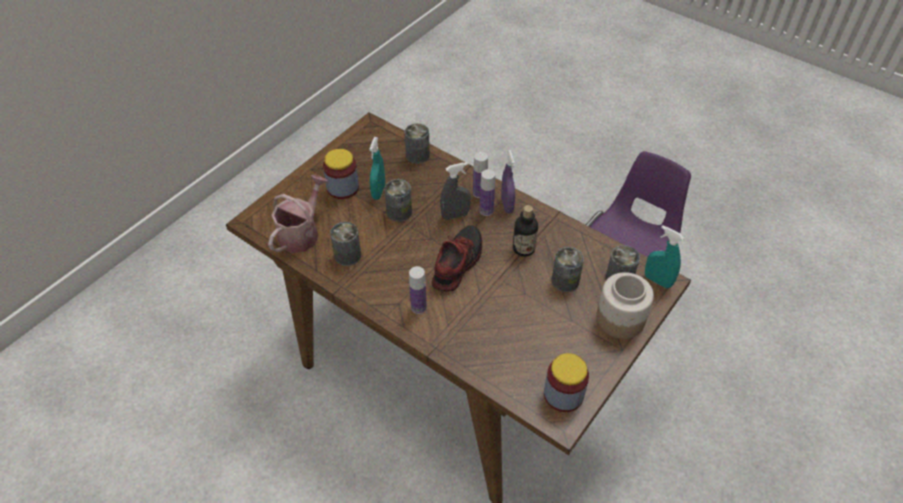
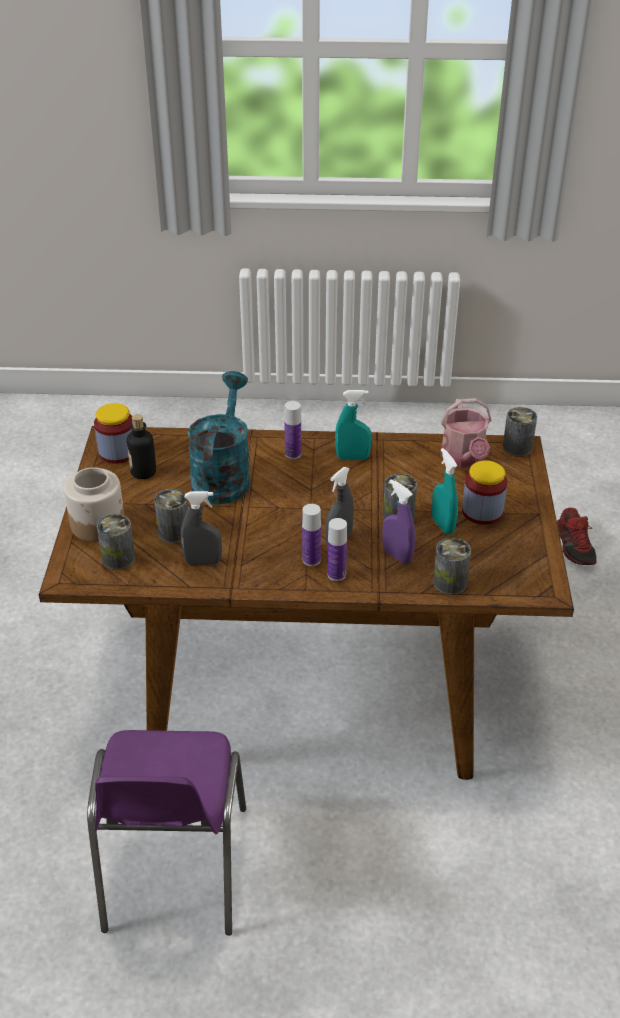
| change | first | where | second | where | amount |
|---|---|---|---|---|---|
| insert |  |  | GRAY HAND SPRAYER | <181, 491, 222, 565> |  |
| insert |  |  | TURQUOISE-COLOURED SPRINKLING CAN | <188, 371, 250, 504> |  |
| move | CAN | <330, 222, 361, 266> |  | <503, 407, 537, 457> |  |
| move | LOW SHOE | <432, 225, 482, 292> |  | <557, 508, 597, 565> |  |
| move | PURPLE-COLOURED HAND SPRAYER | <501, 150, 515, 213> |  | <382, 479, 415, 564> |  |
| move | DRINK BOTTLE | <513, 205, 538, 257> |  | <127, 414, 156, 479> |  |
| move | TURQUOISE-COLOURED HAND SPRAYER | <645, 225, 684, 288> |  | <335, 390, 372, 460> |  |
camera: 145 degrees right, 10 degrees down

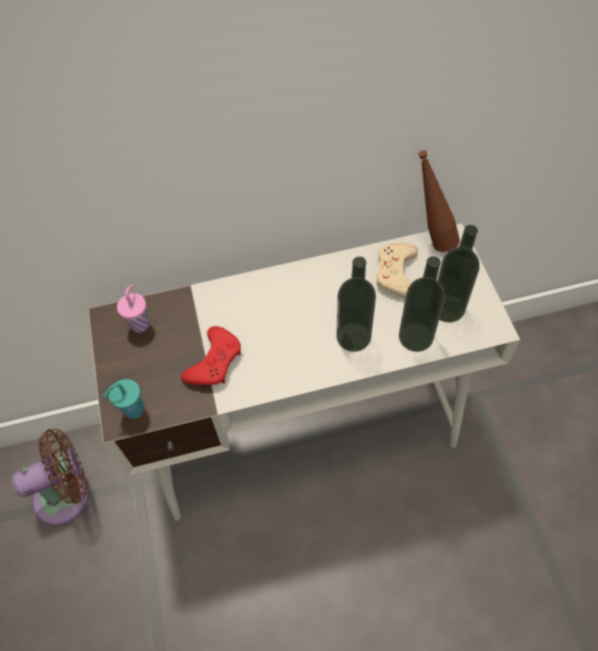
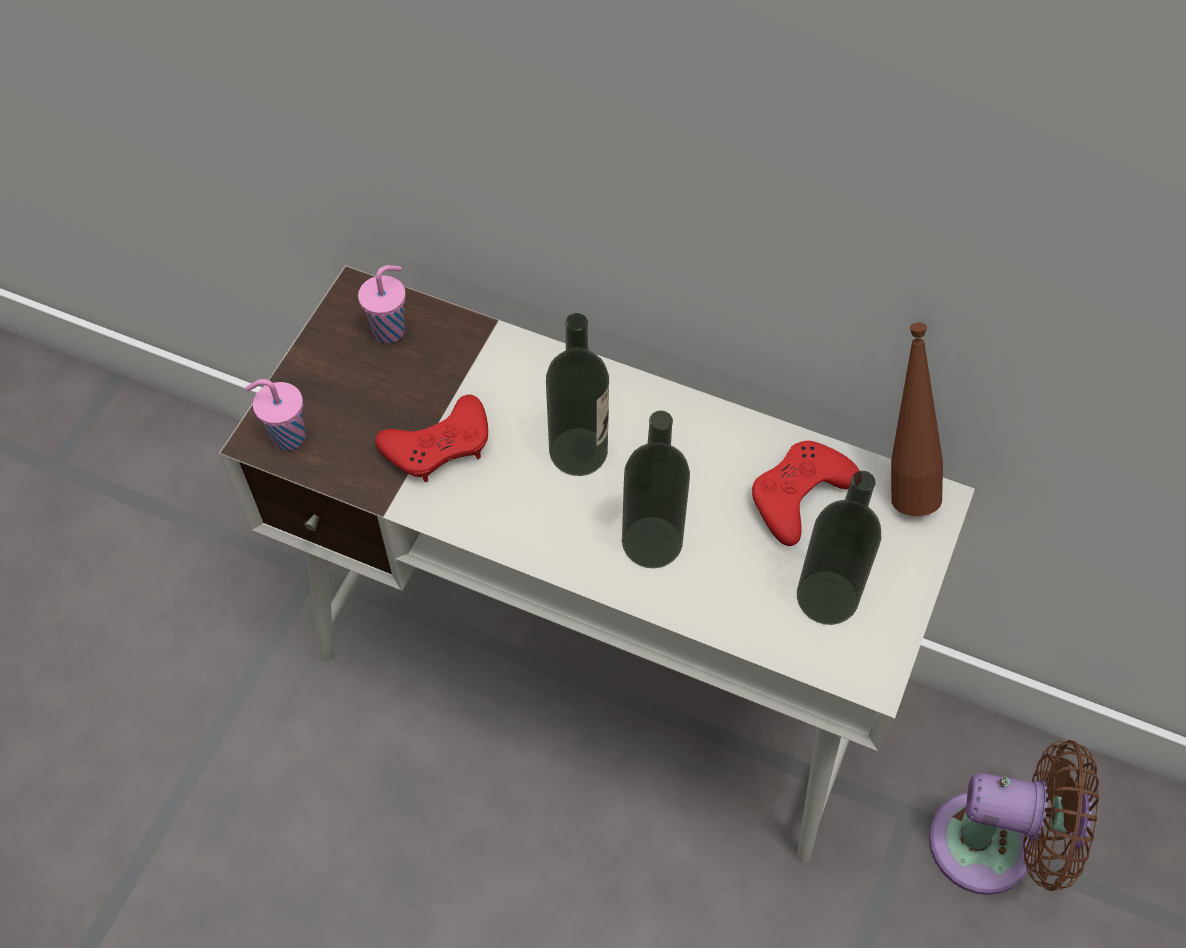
| change | first | where | second | where | amount |
|---|---|---|---|---|---|
| move | BROWN FAN | <12, 429, 89, 525> |  | <929, 740, 1099, 895> |  |
| move | DRINK BOTTLE | <399, 256, 445, 352> |  | <546, 313, 609, 476> |  |
| recolor | TURQUOISE-COLOURED DRINKING CUP | <103, 379, 144, 419> | PINK DRINKING CUP | <245, 379, 306, 451> |  |
| recolor | BEIGE GAME CONTROLLER | <377, 243, 418, 298> | RED-COLOURED GAME CONTROLLER | <752, 441, 860, 546> |  |
camera: 35 degrees right, 0 degrees up

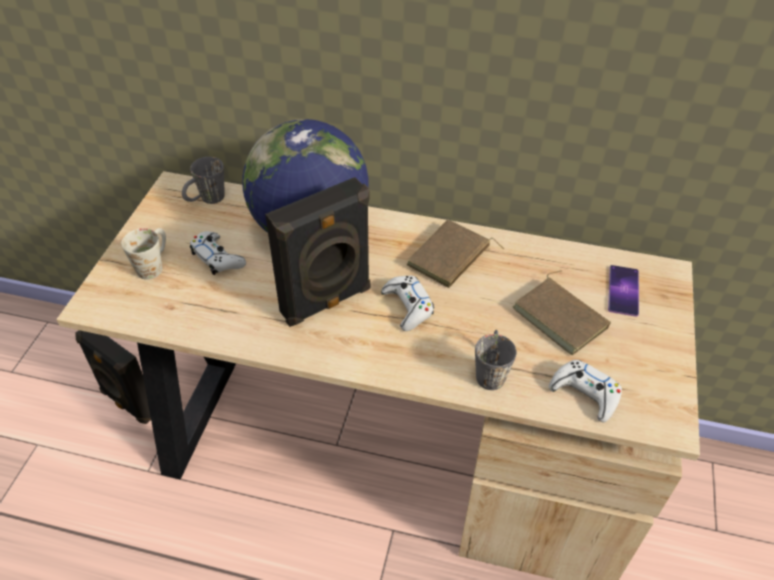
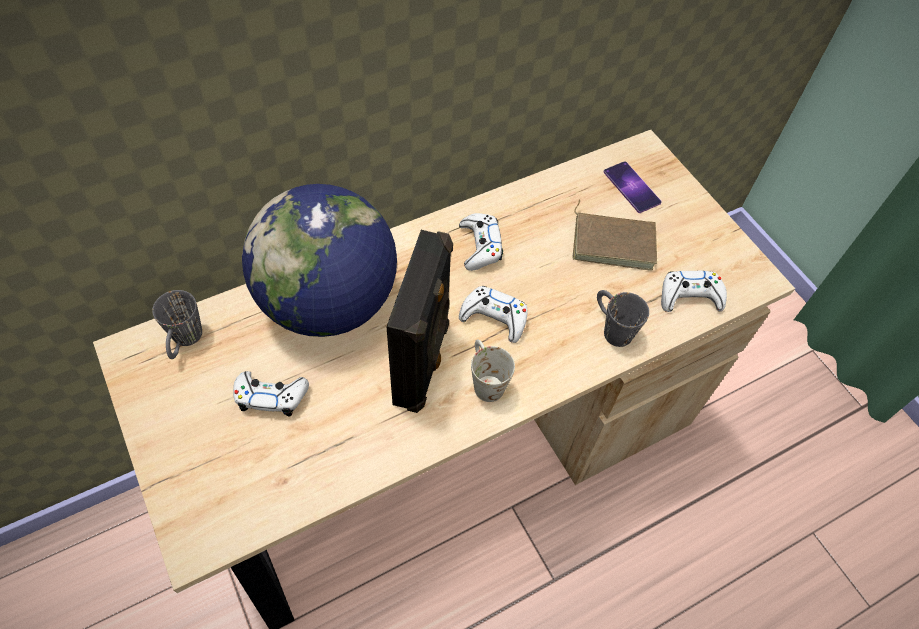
| change | first | where | second | where | amount |
|---|---|---|---|---|---|
| delete | BLACK-COLOURED LOUDSPEAKER | <75, 330, 151, 424> |  |  |  |
| move | WHITE-COLOURED TEA MUG | <121, 228, 166, 280> |  | <471, 339, 515, 402> |  |
| replace | BROWN VOLUME | <407, 220, 504, 288> | WHITE-COLOURED GAME CONTROLLER | <459, 213, 503, 271> |  |
camera: 45 degrees left, 10 degrees up

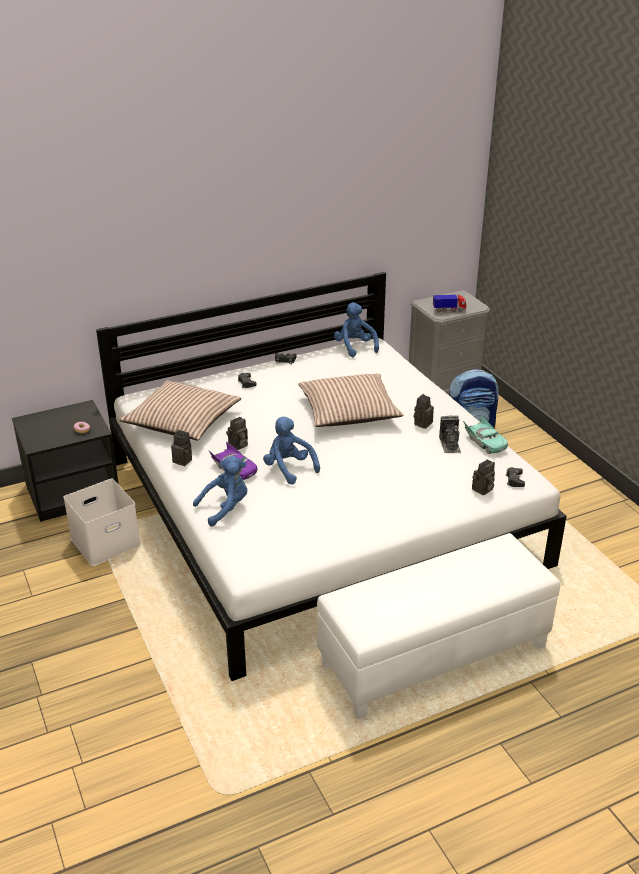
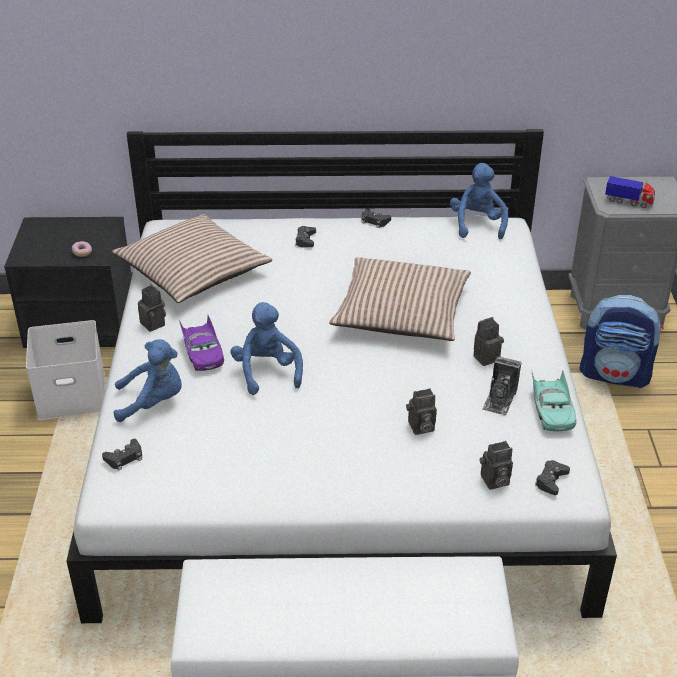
| change | first | where | second | where | amount |
|---|---|---|---|---|---|
| insert |  |  | BLACK-COLOURED GAME CONTROLLER | <102, 439, 142, 471> |  |
| move | PHOTO CAMERA | <226, 417, 248, 450> |  | <406, 388, 437, 435> |  |
camera: 25 degrees right, 5 degrees up

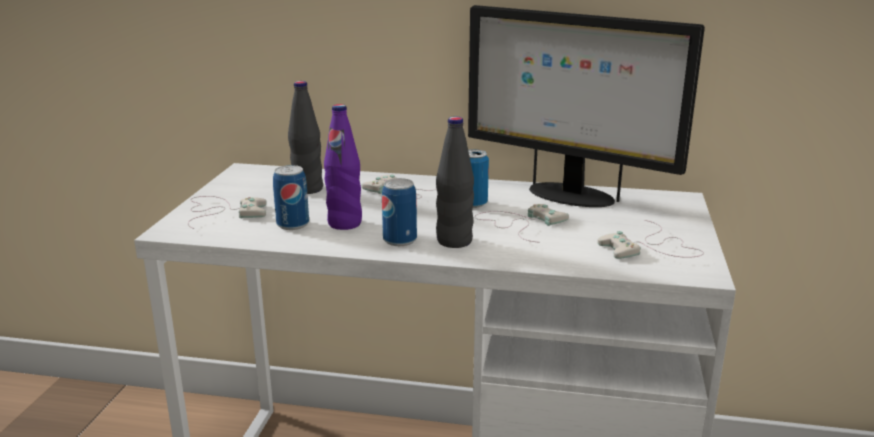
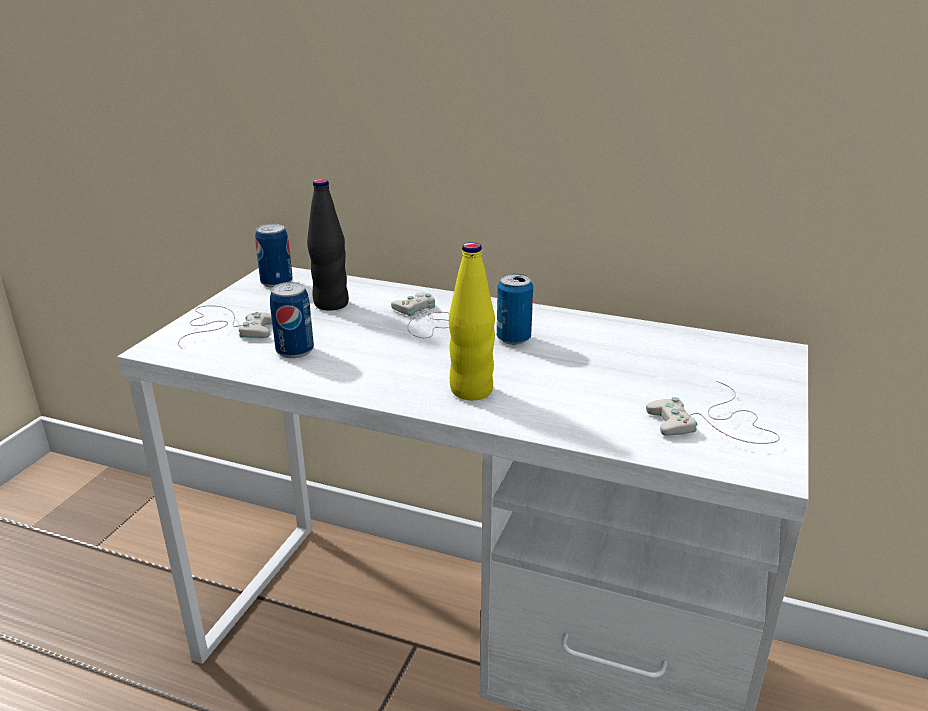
| change | first | where | second | where | amount |
|---|---|---|---|---|---|
| delete | PURPLE-COLOURED DRINK BOTTLE | <324, 104, 362, 230> |  |  |  |
| delete | COMPUTER DISPLAY | <468, 5, 705, 207> |  |  |  |
| delete | WHITE-COLOURED GAME CONTROLLER | <474, 204, 569, 242> |  |  |  |
| move | CAN | <382, 178, 417, 246> |  | <255, 224, 293, 288> |  |
| recolor | BLACK-COLOURED DRINK BOTTLE | <436, 116, 474, 248> | YELLOW DRINK BOTTLE | <449, 242, 495, 400> |  |
camera: 10 degrees right, 5 degrees up

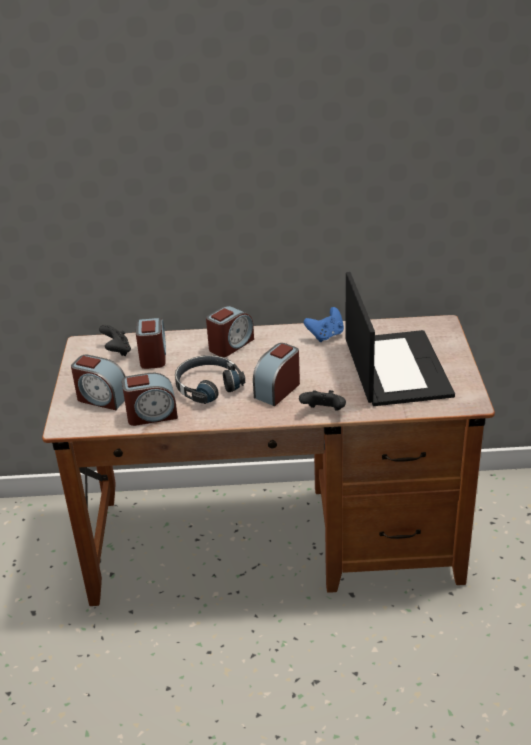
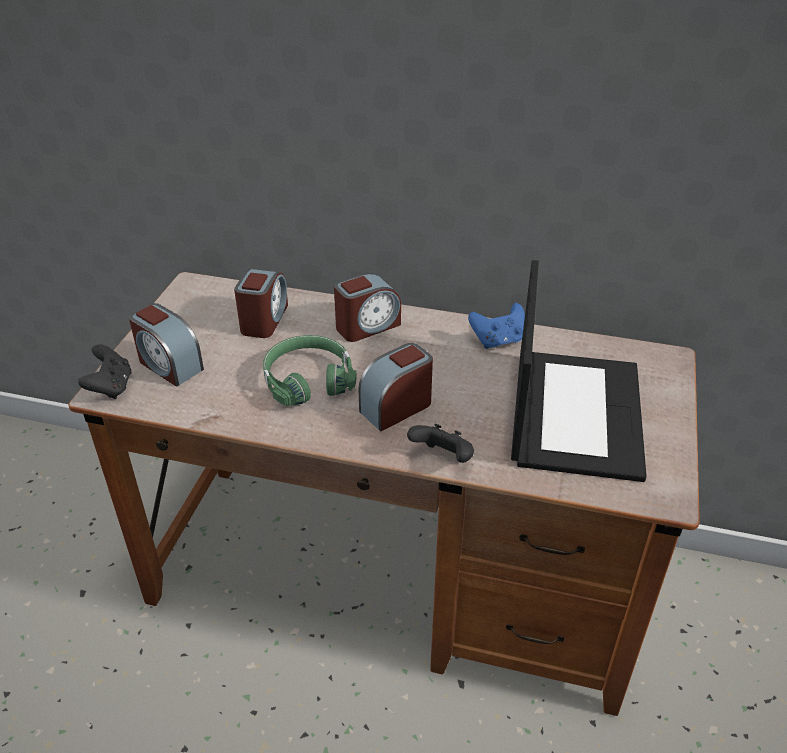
| change | first | where | second | where | amount |
|---|---|---|---|---|---|
| delete | BEDSIDE CLOCK | <122, 373, 178, 426> |  |  |  |
| move | BLACK-COLOURED GAME CONTROLLER | <99, 325, 131, 356> |  | <78, 344, 131, 399> |  |
| recolor | BLACK-COLOURED HEADPHONES | <175, 355, 245, 404> | GREEN HEADPHONES | <263, 335, 357, 406> |  |
camera: 15 degrees right, 5 degrees up

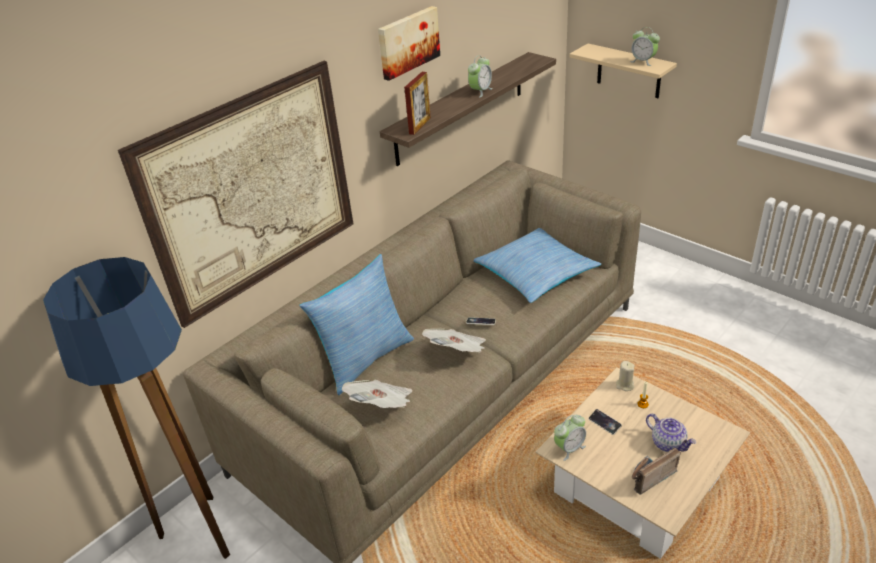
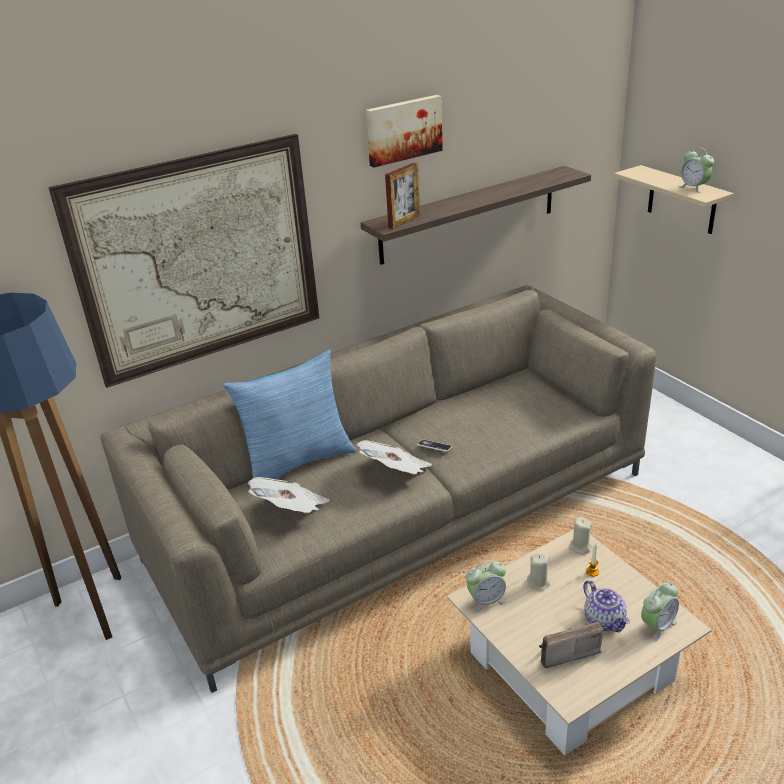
| change | first | where | second | where | amount |
|---|---|---|---|---|---|
| delete | PILLOW | <474, 228, 601, 303> |  |  |  |
| move | BEDSIDE CLOCK | <468, 55, 493, 98> |  | <641, 583, 679, 641> |  |
| replace | TELEPHONE | <588, 409, 622, 435> | BEIGE WAX LIGHT | <527, 553, 550, 590> |  |
camera: 15 degrees right, 5 degrees down

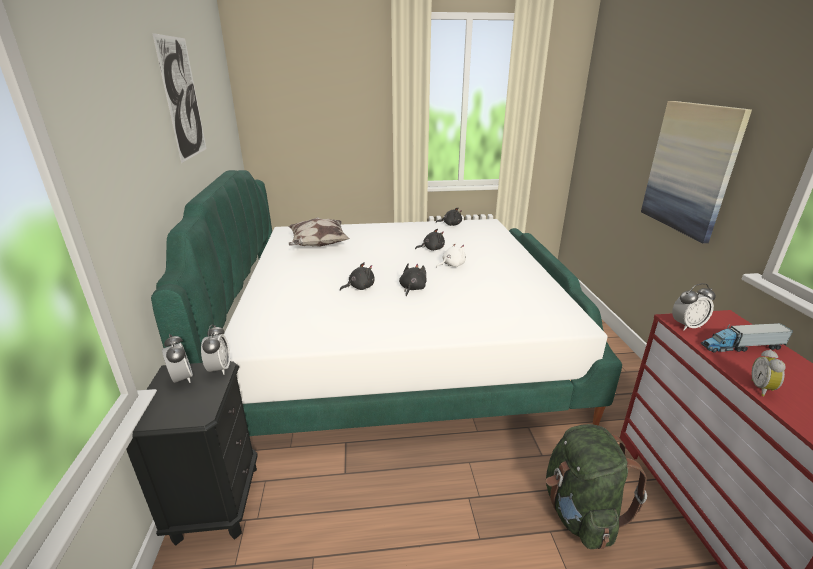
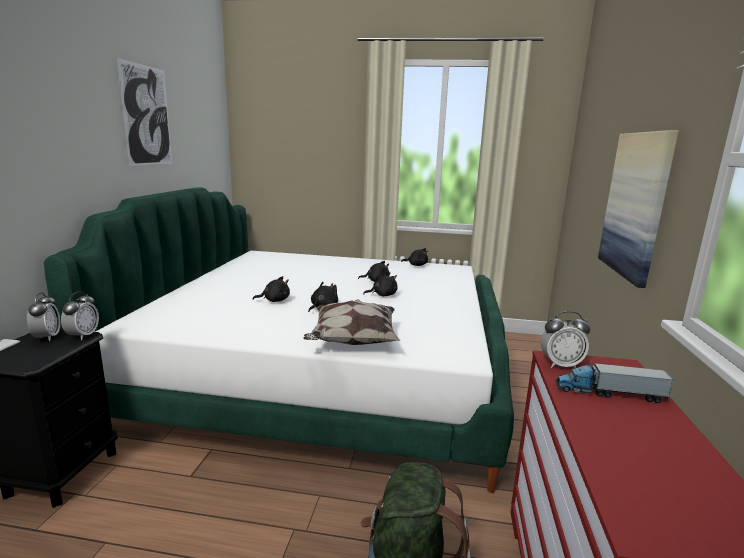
| change | first | where | second | where | amount |
|---|---|---|---|---|---|
| delete | BEDSIDE CLOCK | <751, 350, 786, 396> |  |  |  |
| move | PILLOW | <288, 217, 350, 247> |  | <303, 299, 400, 345> |  |
| recolor | WHITE-COLOURED PLUSH TOY | <436, 242, 466, 267> | BLACK-COLOURED PLUSH TOY | <363, 272, 398, 297> |  |
camera: 15 degrees right, 10 degrees down

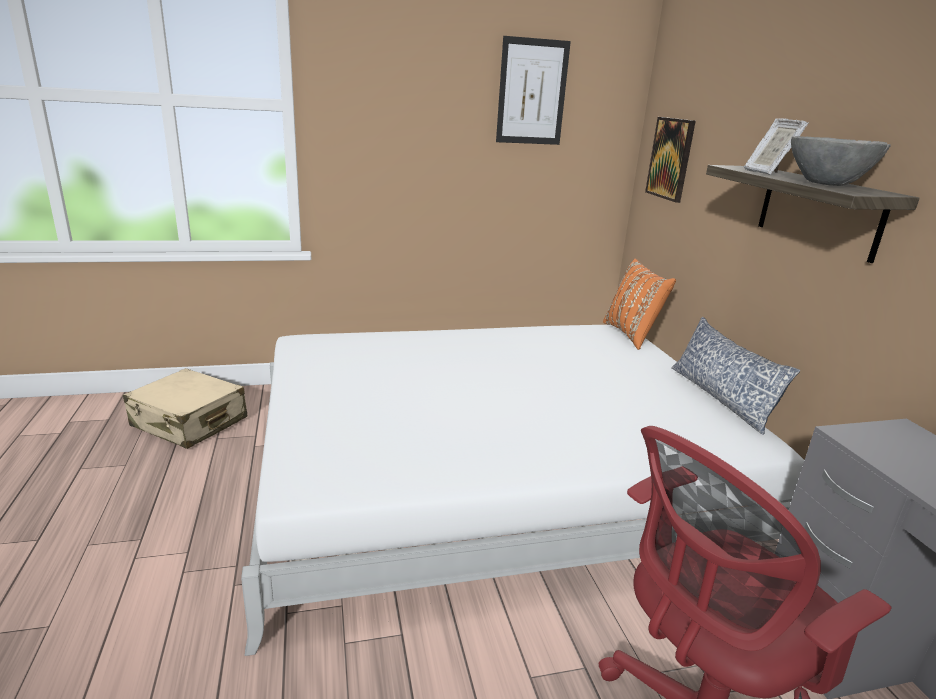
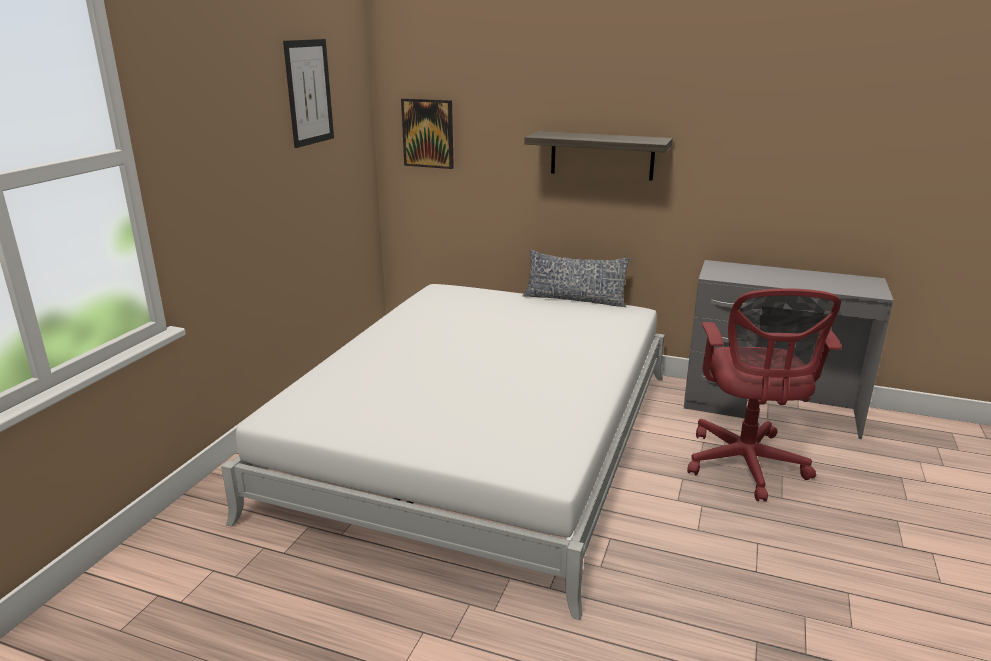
| change | first | where | second | where | amount |
|---|---|---|---|---|---|
| delete | BEIGE PIECE OF LUGGAGE | <123, 368, 248, 449> |  |  |  |
| delete | ORANGE PILLOW | <603, 259, 676, 350> |  |  |  |
| delete | PICTURE FRAME | <744, 118, 808, 174> |  |  |  |
| delete | GRAY BOWL | <791, 136, 891, 186> |  |  |  |
camera: 55 degrees left, 0 degrees up

